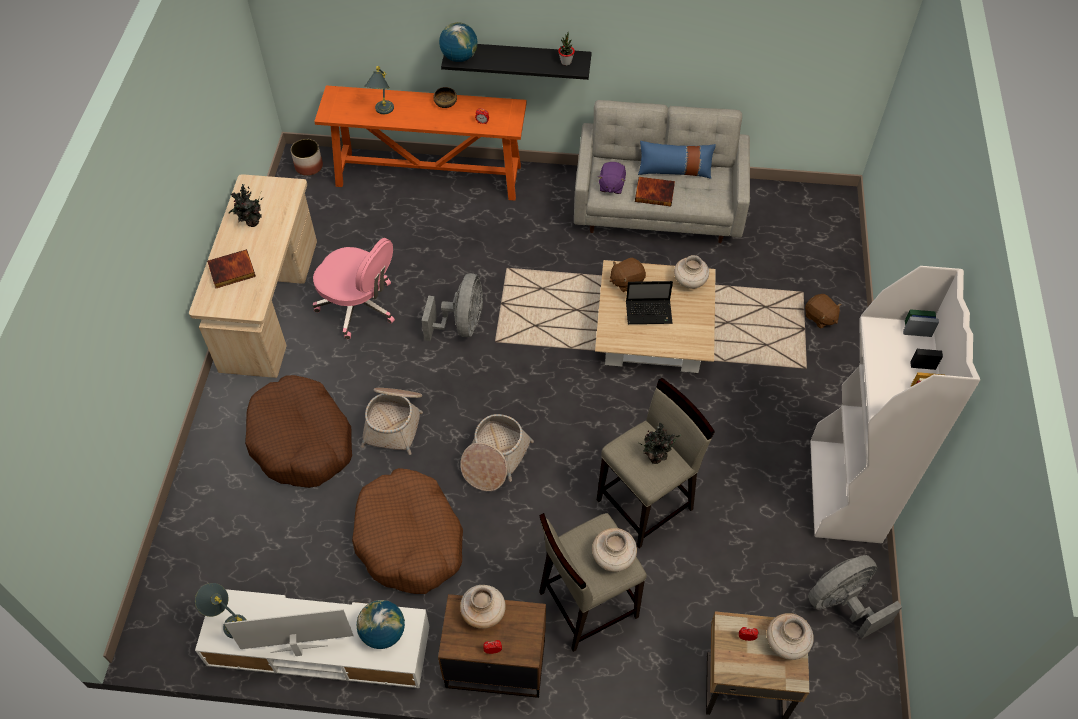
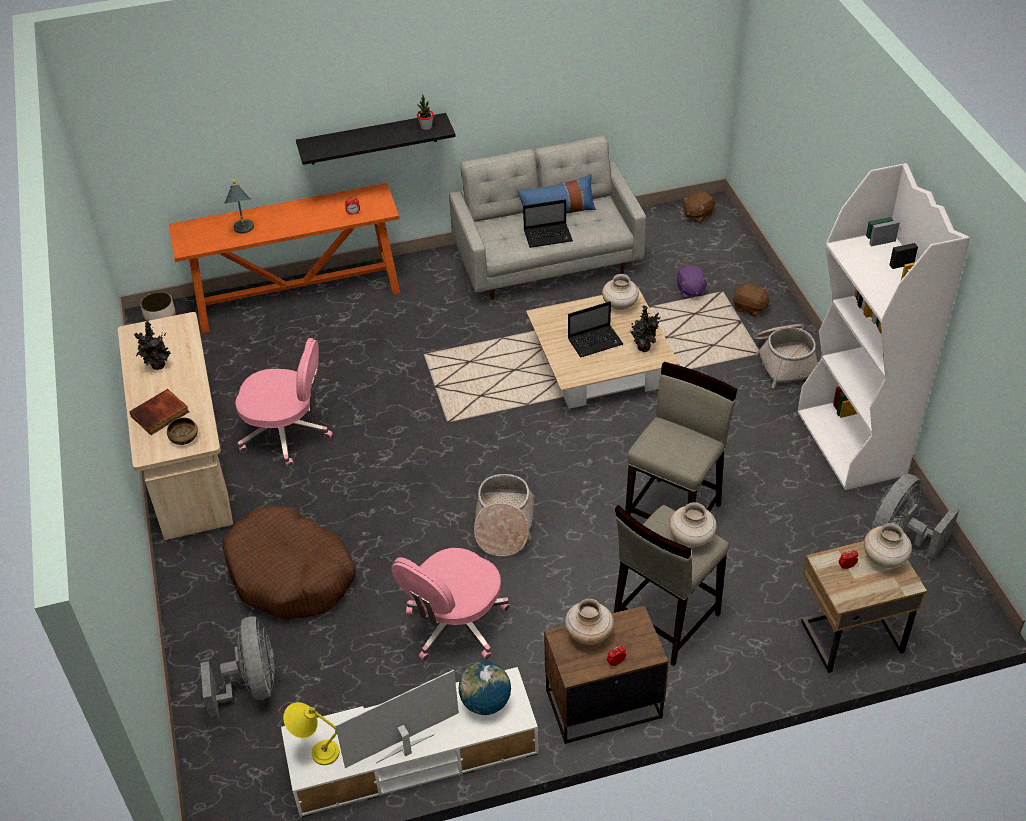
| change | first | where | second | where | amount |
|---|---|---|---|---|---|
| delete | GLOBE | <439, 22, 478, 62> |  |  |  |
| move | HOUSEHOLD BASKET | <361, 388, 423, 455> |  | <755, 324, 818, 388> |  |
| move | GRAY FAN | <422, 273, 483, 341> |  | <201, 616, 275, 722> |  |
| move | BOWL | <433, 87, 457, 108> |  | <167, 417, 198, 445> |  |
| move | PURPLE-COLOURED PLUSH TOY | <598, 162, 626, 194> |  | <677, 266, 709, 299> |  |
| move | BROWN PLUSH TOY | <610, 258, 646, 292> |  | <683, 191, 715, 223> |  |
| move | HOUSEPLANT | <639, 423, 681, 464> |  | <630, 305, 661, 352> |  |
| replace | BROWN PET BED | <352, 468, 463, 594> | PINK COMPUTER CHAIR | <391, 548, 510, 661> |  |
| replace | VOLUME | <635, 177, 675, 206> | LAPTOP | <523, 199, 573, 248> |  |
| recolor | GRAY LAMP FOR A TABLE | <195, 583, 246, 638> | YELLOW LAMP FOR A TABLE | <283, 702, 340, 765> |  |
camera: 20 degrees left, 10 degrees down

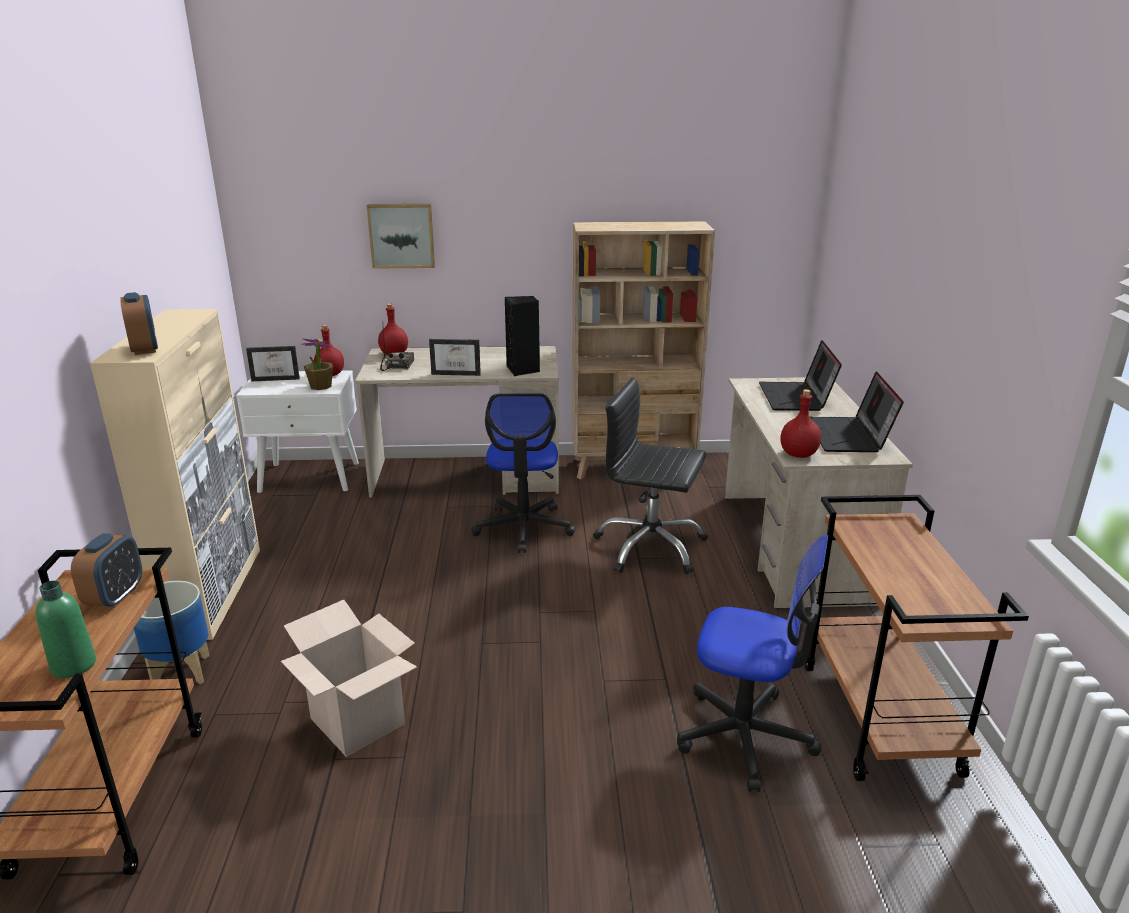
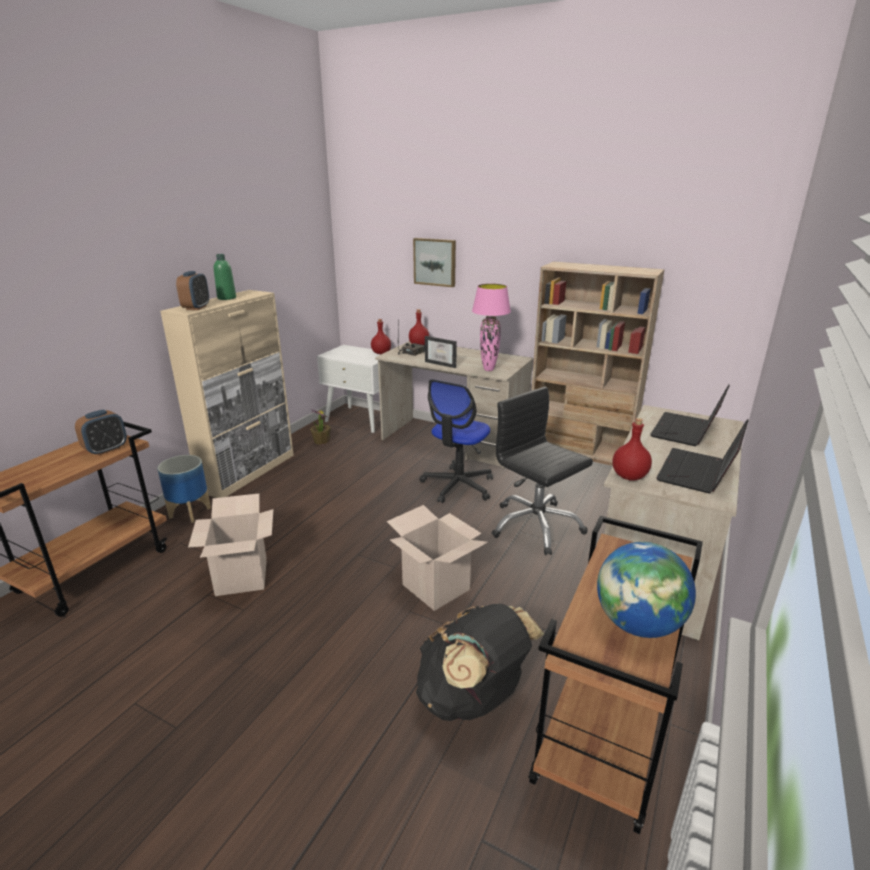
| change | first | where | second | where | amount |
|---|---|---|---|---|---|
| delete | PICTURE FRAME | <246, 346, 300, 381> |  |  |  |
| insert |  |  | PACKING BOX | <387, 505, 488, 611> |  |
| insert |  |  | GLOBE | <597, 542, 696, 638> |  |
| move | GREEN DRINK BOTTLE | <35, 581, 96, 678> |  | <214, 254, 236, 300> |  |
| move | HOUSEPLANT | <303, 339, 333, 390> |  | <310, 409, 331, 445> |  |
| replace | BLACK-COLOURED LOUDSPEAKER | <505, 296, 540, 376> | PINK LAMP FOR A TABLE | <472, 284, 511, 371> |  |
| replace | COMPUTER CHAIR | <677, 535, 828, 792> | BLACK-COLOURED BACKPACK | <416, 604, 544, 721> |  |
camera: 30 degrees right, 0 degrees up

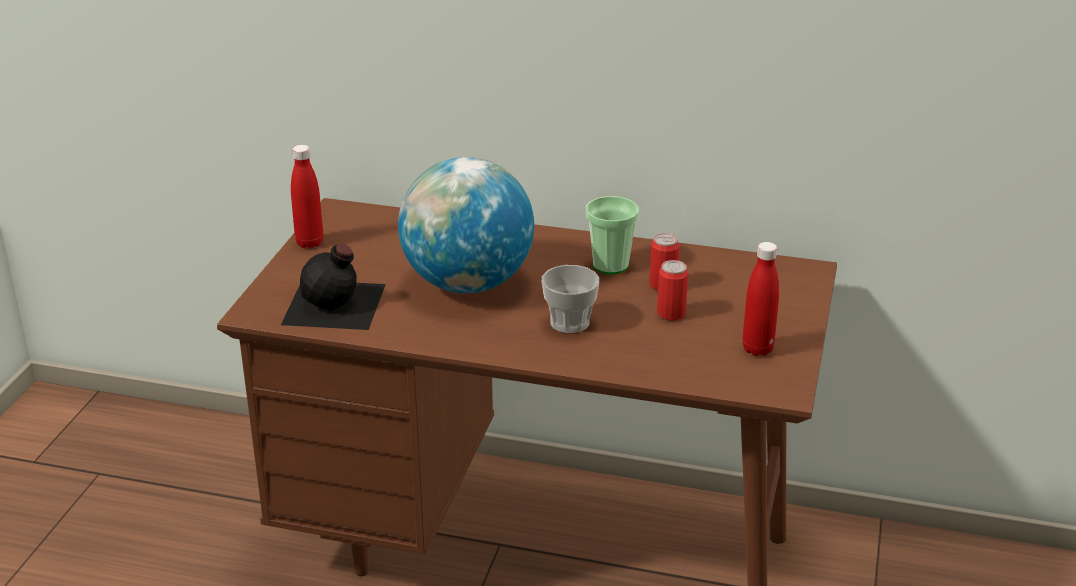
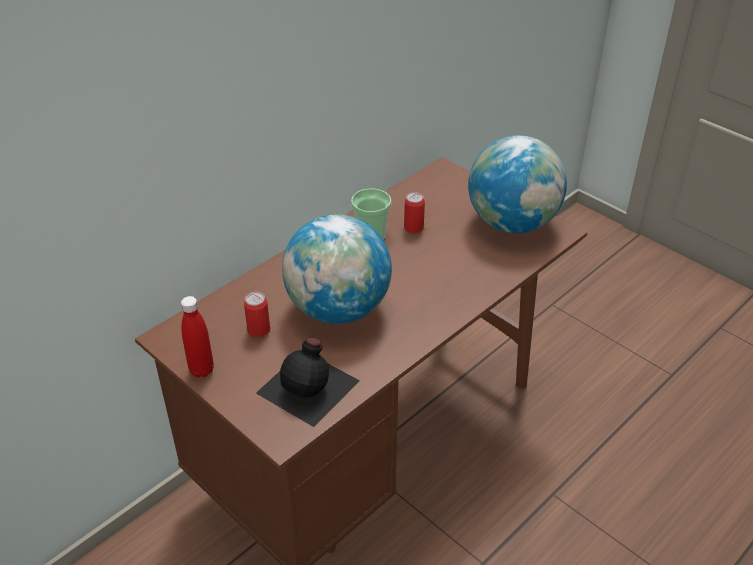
| change | first | where | second | where | amount |
|---|---|---|---|---|---|
| delete | DRINKING CUP | <542, 265, 599, 333> |  |  |  |
| move | CAN | <657, 260, 688, 321> |  | <244, 292, 270, 337> |  |
| replace | RED-COLOURED DRINK BOTTLE | <742, 242, 779, 356> | GLOBE | <468, 135, 567, 233> |  |
camera: 60 degrees left, 10 degrees up

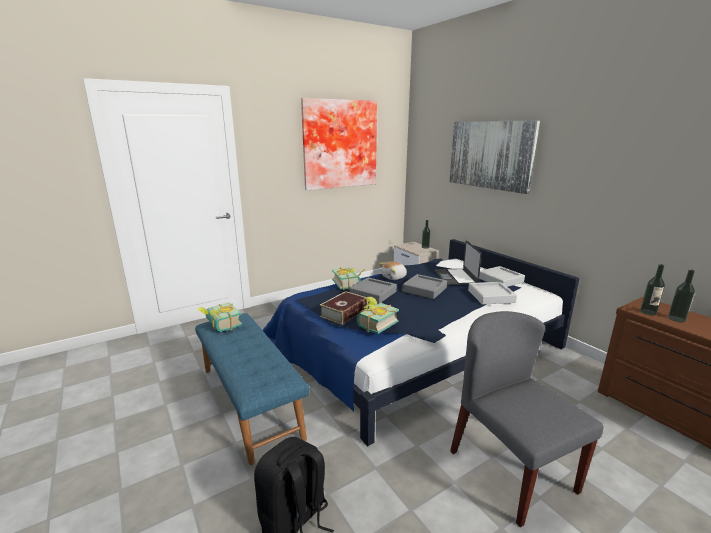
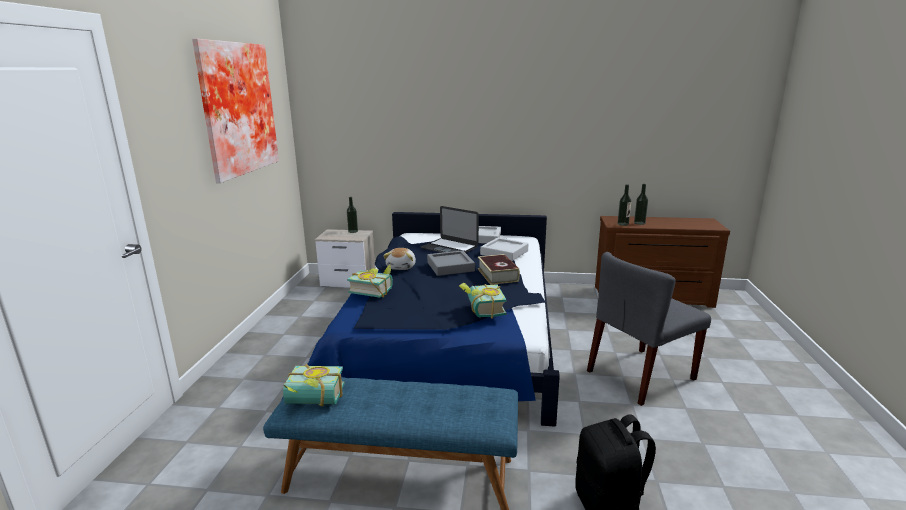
| change | first | where | second | where | amount |
|---|---|---|---|---|---|
| delete | GRAY CARRYING TRAY | <349, 277, 397, 303> |  |  |  |
| delete | PICTURE | <449, 121, 540, 194> |  |  |  |
| move | VOLUME | <320, 291, 368, 325> |  | <478, 254, 520, 285> |  |
| rotate | GRAY PLAIN CHAIR | <450, 311, 603, 527> |  | <587, 252, 711, 406> | 45 degrees counterclockwise |
camera: 50 degrees left, 0 degrees up

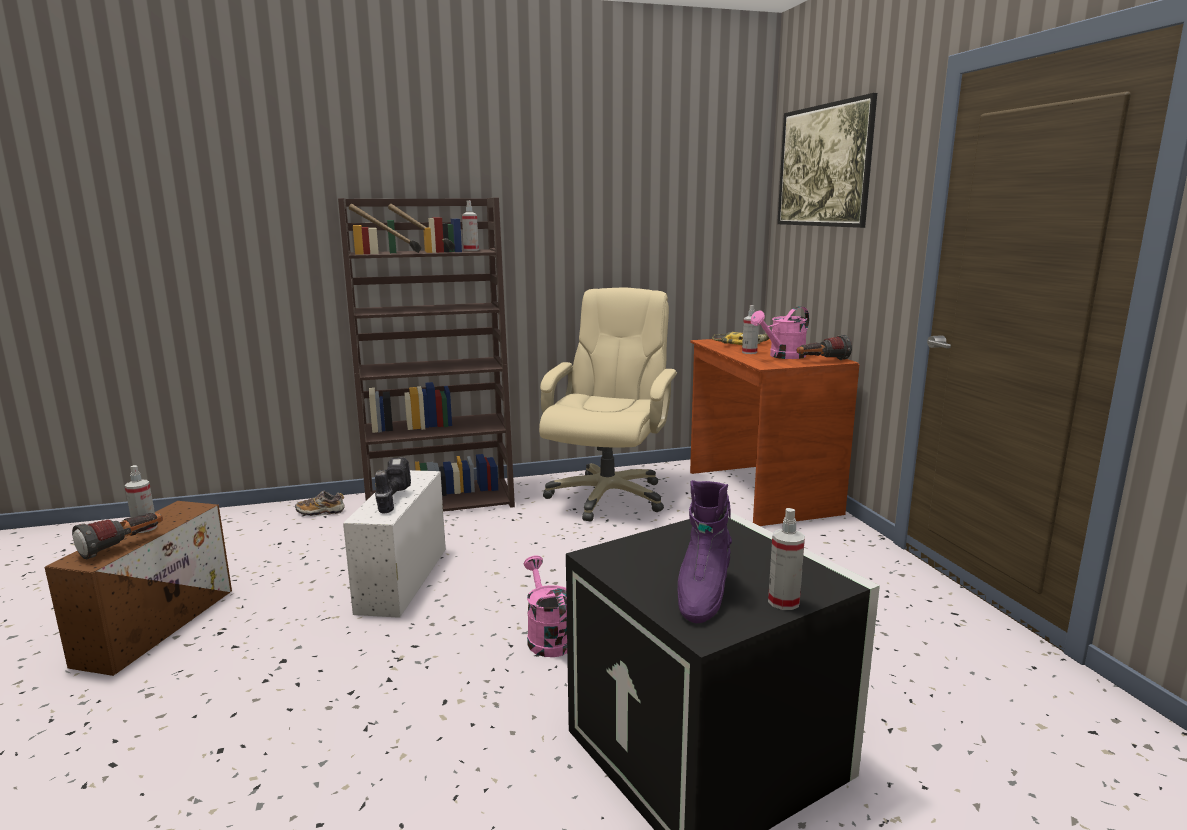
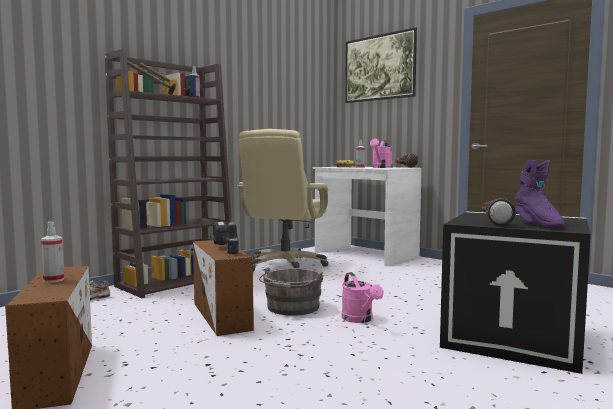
| change | first | where | second | where | amount |
|---|---|---|---|---|---|
| delete | HAND SPRAYER | <768, 508, 805, 610> |  |  |  |
| insert |  |  | GRAY PAIL | <259, 267, 323, 316> |  |
| move | HAND TORCH | <72, 513, 163, 559> |  | <483, 198, 516, 226> |  |
| recolor | WHITE-COLOURED STORAGE CONTAINER | <343, 470, 446, 618> | BROWN STORAGE CONTAINER | <193, 240, 254, 336> |  |
| recolor | BROWN DESK UNIT | <690, 338, 859, 526> | WHITE-COLOURED DESK UNIT | <313, 166, 422, 266> |  |
| rotate | PINK SPRINKLING CAN | <524, 555, 567, 657> |  | <342, 272, 384, 323> | 150 degrees counterclockwise |
| rotate | BEIGE COMPUTER CHAIR | <539, 288, 677, 522> |  | <237, 129, 328, 272> | 150 degrees counterclockwise |
camera: 30 degrees left, 10 degrees down

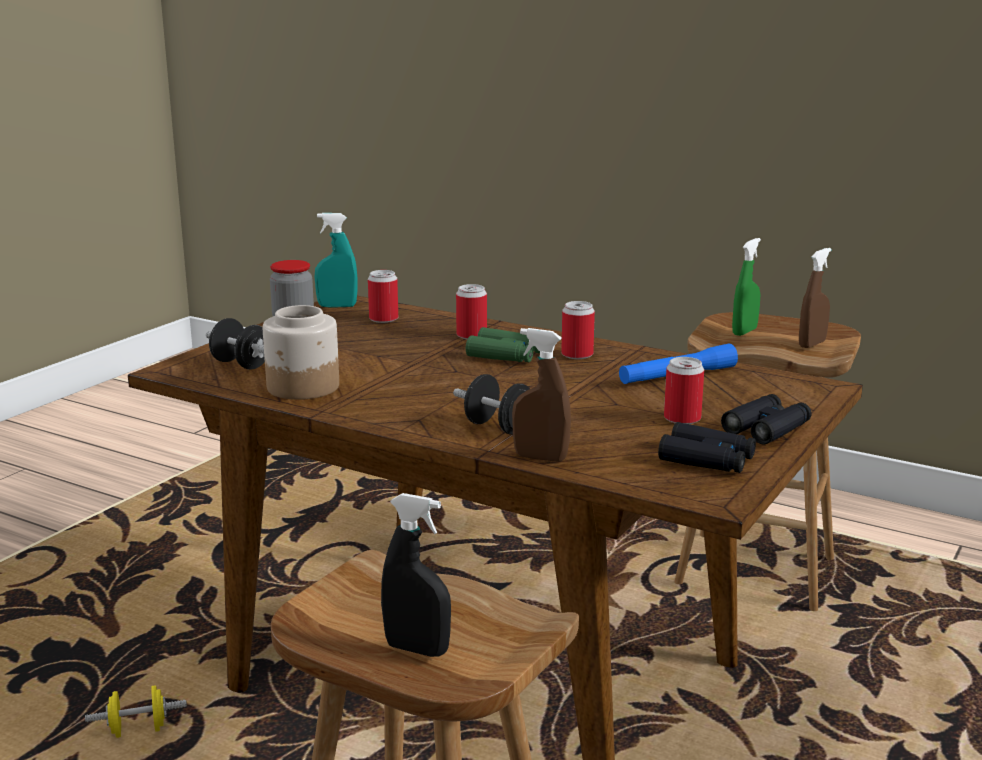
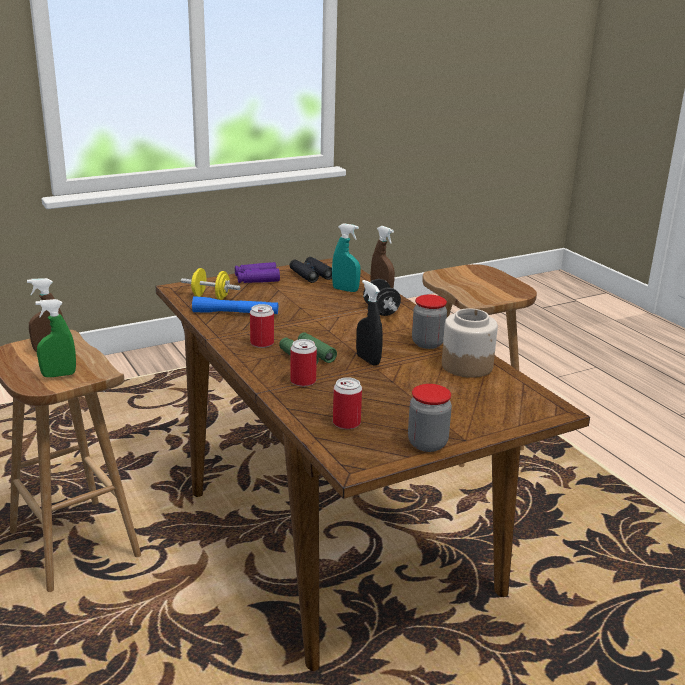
| change | first | where | second | where | amount |
|---|---|---|---|---|---|
| delete | BLACK-COLOURED DUMBBELL | <206, 318, 265, 369> |  |  |  |
| delete | CAN | <664, 357, 704, 424> |  |  |  |
| insert |  |  | JAR | <412, 295, 447, 349> |  |
| move | YELLOW DUMBBELL | <85, 685, 187, 738> |  | <181, 268, 241, 300> |  |
| move | TURQUOISE-COLOURED HAND SPRAYER | <315, 213, 358, 308> |  | <332, 223, 361, 292> |  |
| move | BLACK-COLOURED HAND SPRAYER | <381, 493, 451, 657> |  | <356, 280, 383, 366> |  |
| recolor | BLACK-COLOURED PAIR OF BINOCULARS | <721, 394, 812, 445> | PURPLE-COLOURED PAIR OF BINOCULARS | <235, 262, 280, 283> |  |
camera: 150 degrees left, 5 degrees up

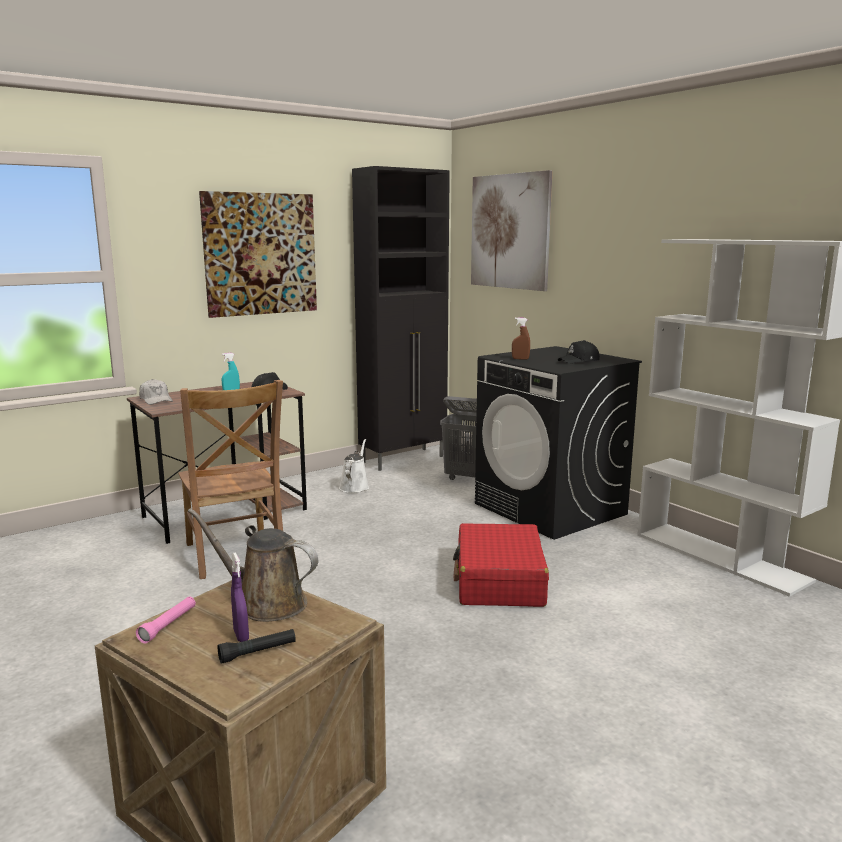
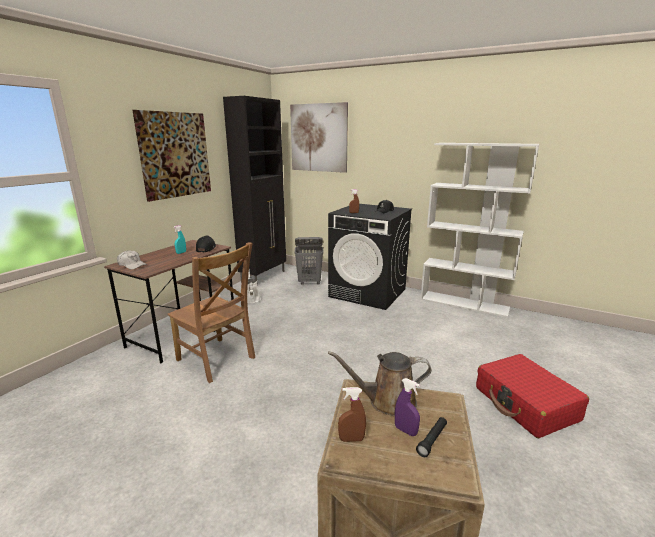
| change | first | where | second | where | amount |
|---|---|---|---|---|---|
| move | RED-COLOURED PIECE OF LUGGAGE | <453, 523, 549, 607> |  | <476, 354, 589, 438> |  |
| replace | PINK HAND TORCH | <136, 596, 196, 643> | BROWN HAND SPRAYER | <338, 387, 366, 442> |  |
camera: 25 degrees left, 5 degrees up

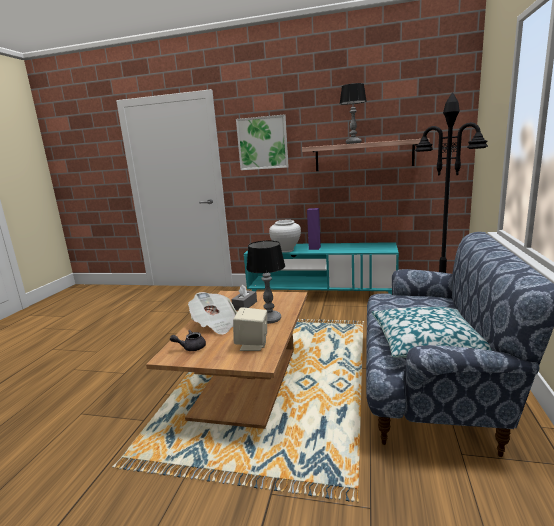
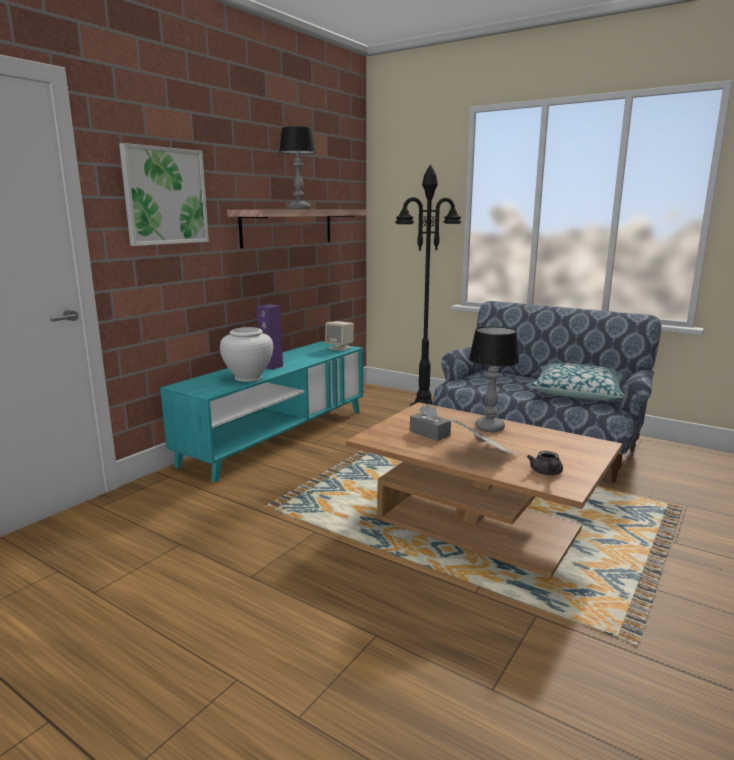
| change | first | where | second | where | amount |
|---|---|---|---|---|---|
| move | BEIGE LOUDSPEAKER | <233, 307, 267, 351> |  | <325, 321, 354, 351> |  |
camera: 70 degrees left, 0 degrees up

